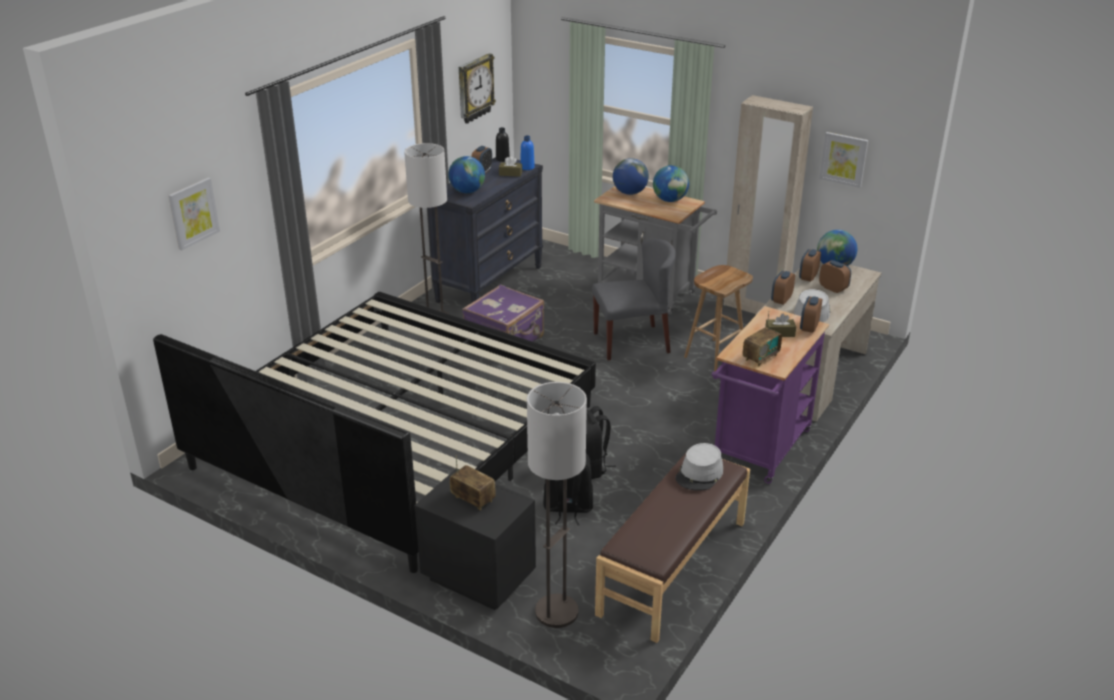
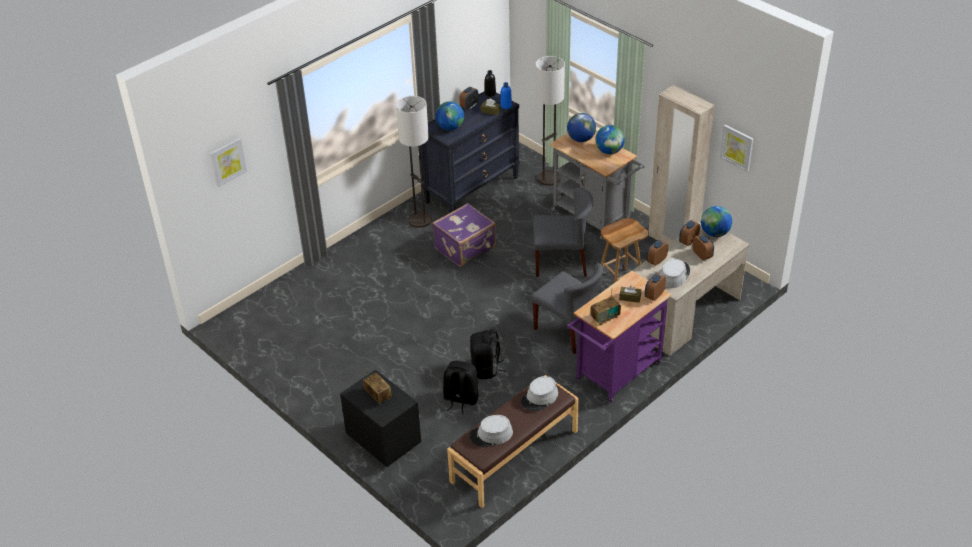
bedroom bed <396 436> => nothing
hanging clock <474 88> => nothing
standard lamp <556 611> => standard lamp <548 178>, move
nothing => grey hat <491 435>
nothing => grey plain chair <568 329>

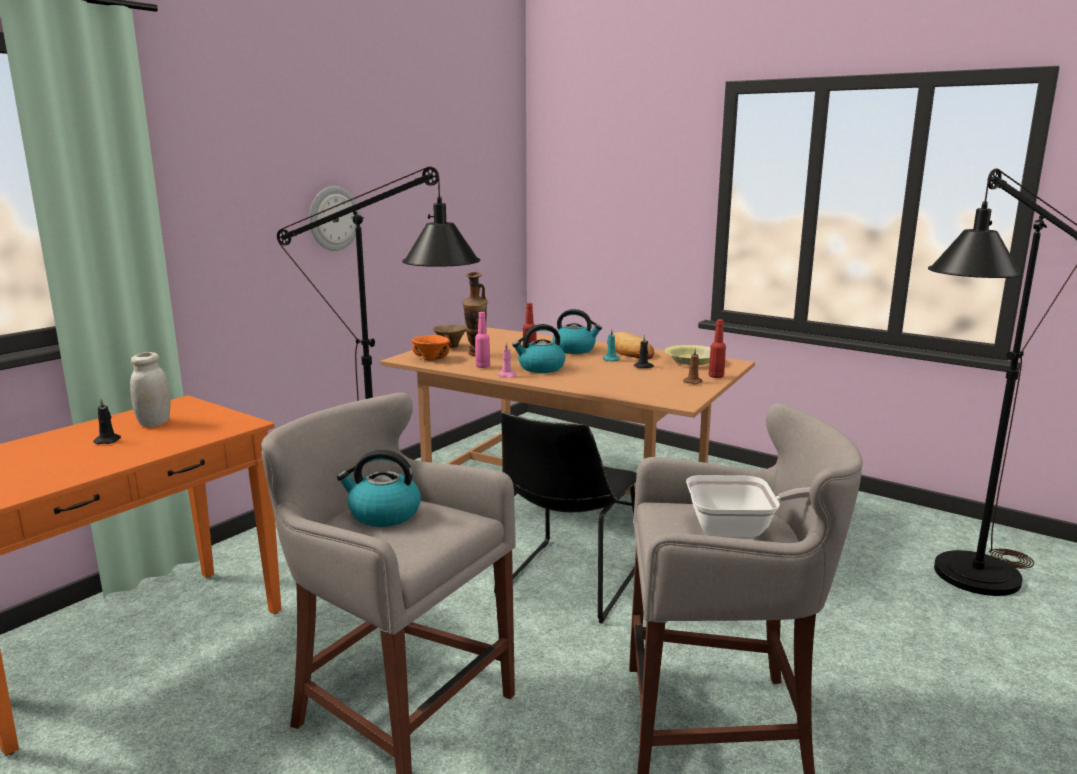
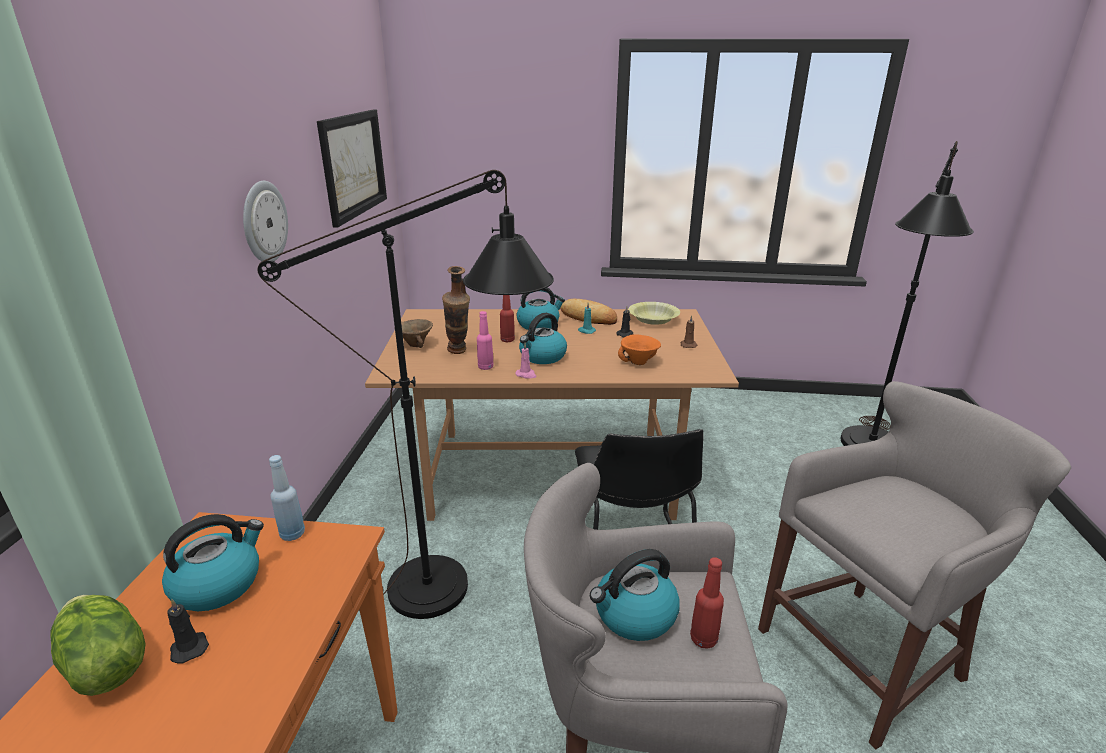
whitish preserve jar <155 423> => tea kettle <219 584>
orange bowl <430 359> => orange bowl <638 362>, move
frying pan <740 530> => nothing
red beverage bottle <716 376> => red beverage bottle <703 639>, move
nothing => lettuce <105 666>
nothing => bluish beverage bottle <292 534>
nothing => wall art <353 164>

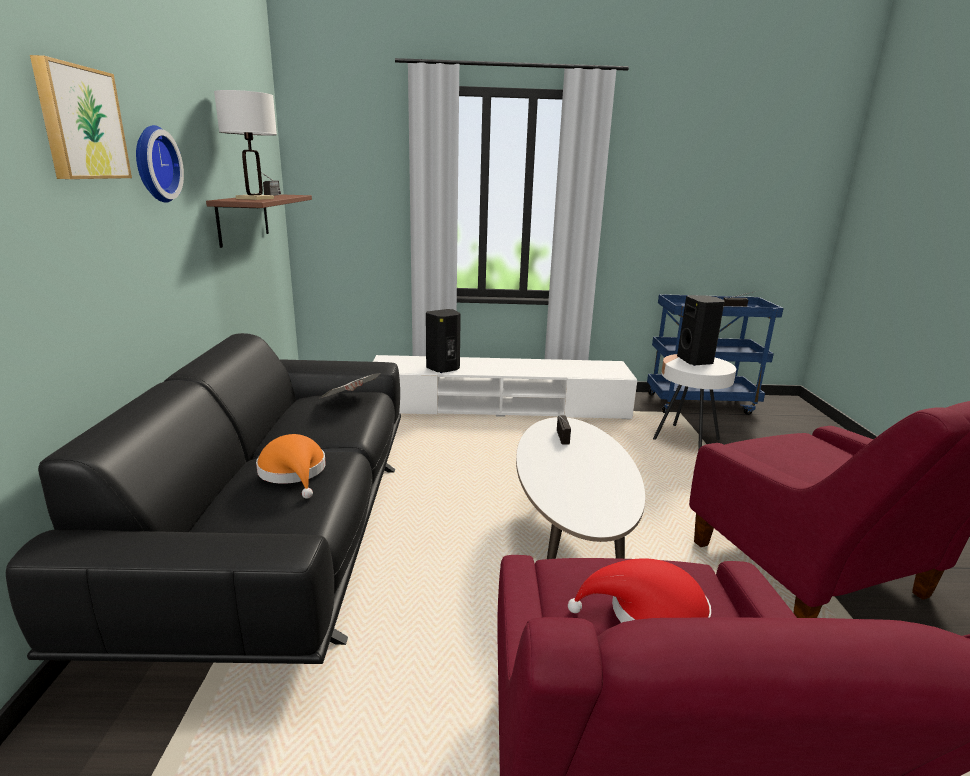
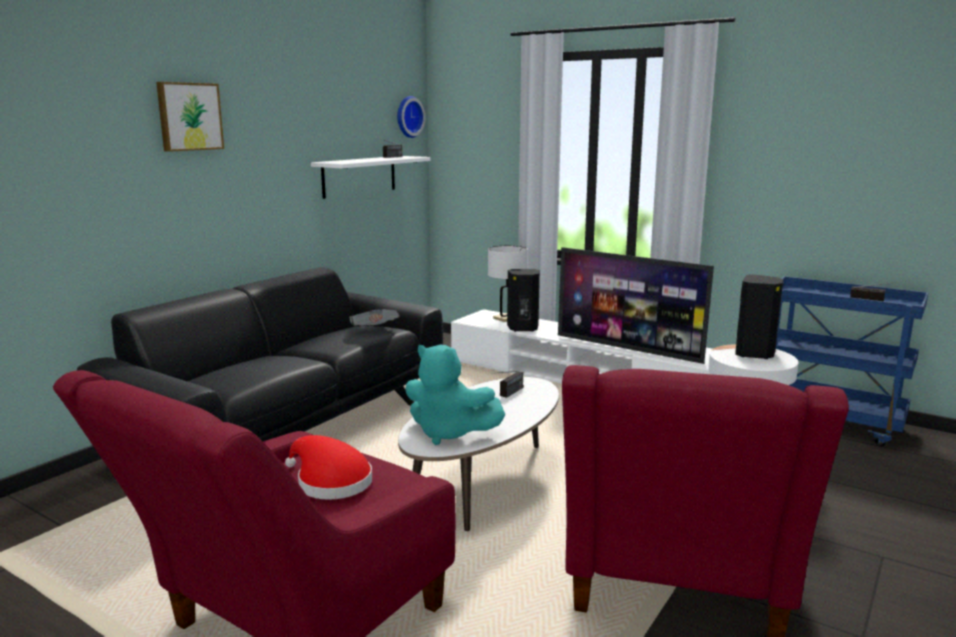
hanging clock <153 164> => hanging clock <408 117>, move
brown-coloured wall shelf <243 218> => whitish wall shelf <359 176>
whitish lamp for a table <255 198> => whitish lamp for a table <506 318>, move
orange hat <294 472> => nothing
nothing => turquoise-coloured plush toy <449 433>
nothing => TV <628 348>

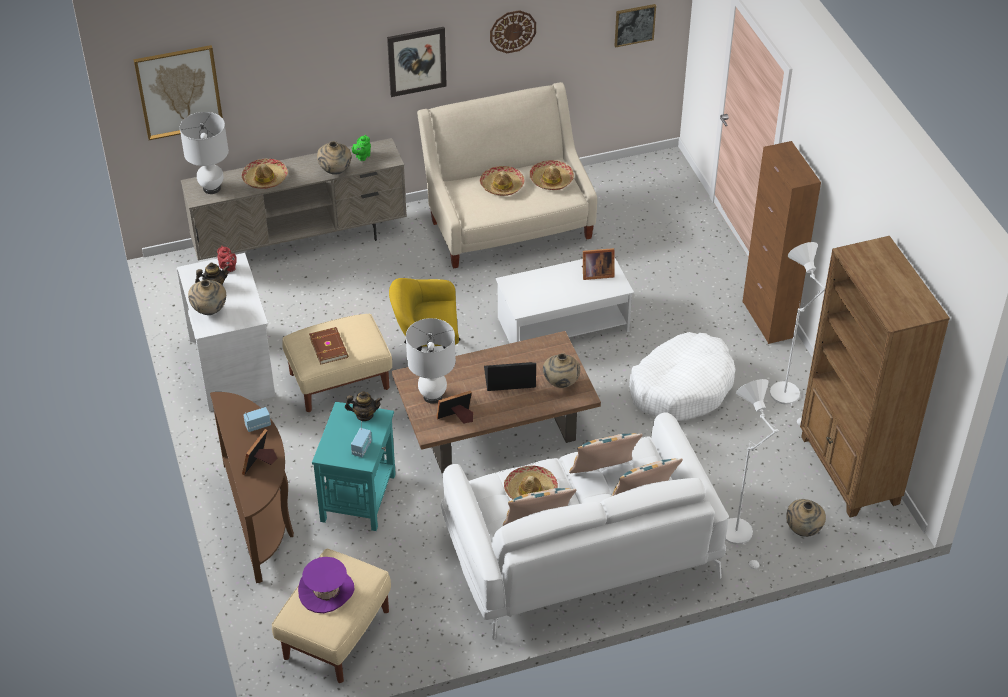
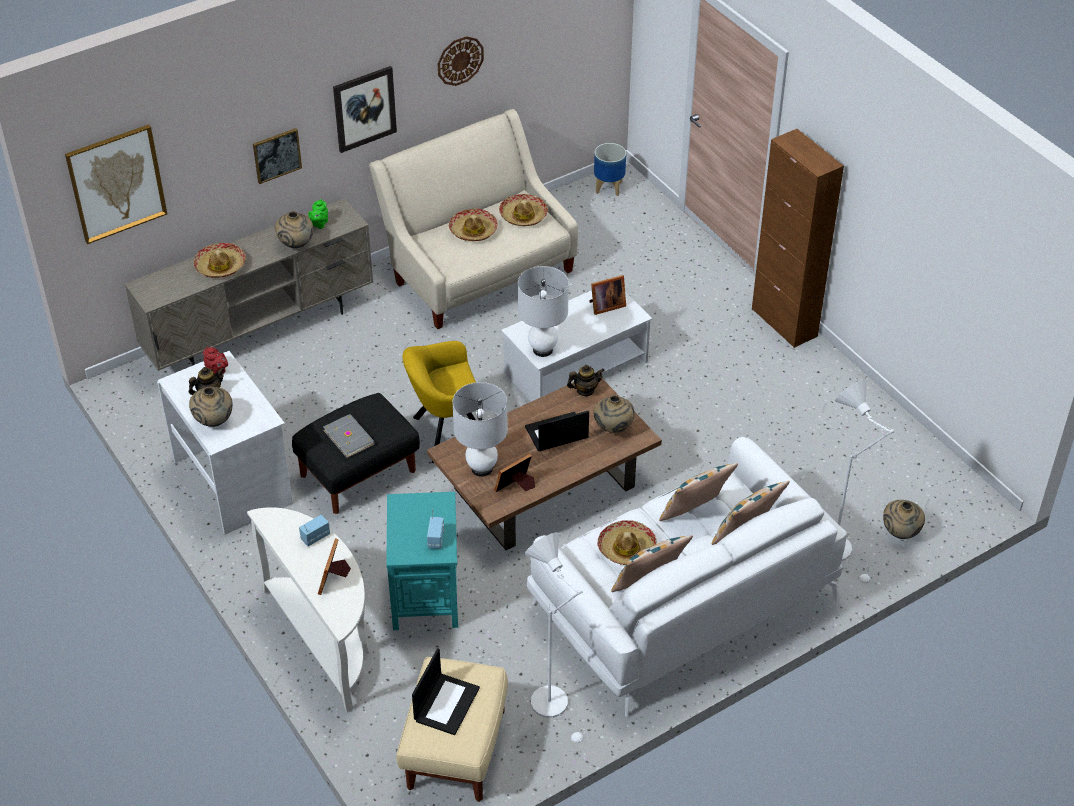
whitish lamp for a table <211 188> => whitish lamp for a table <542 350>, move
brown-coloured hall table <261 517> => whitish hall table <326 639>
beige footrest <339 382> => black-coloured footrest <357 474>
purple-coloured hat <326 591> => portable computer <446 703>
brown-coloured volume <329 347> => grey volume <349 437>
tea pot <364 415> => tea pot <585 390>, move
wall art <634 24> => wall art <276 155>, move
whitish pet bed <681 387> => nothing
whitish standard lamp <788 397> => whitish standard lamp <555 707>, move
brown-coloured bookshelf <849 471> => nothing
nothing => flower pot <609 187>

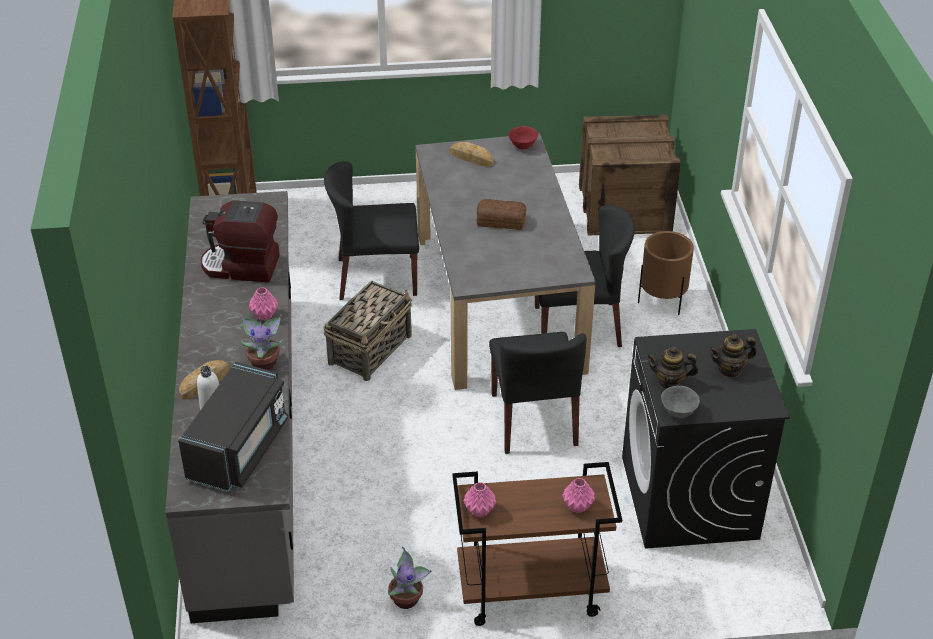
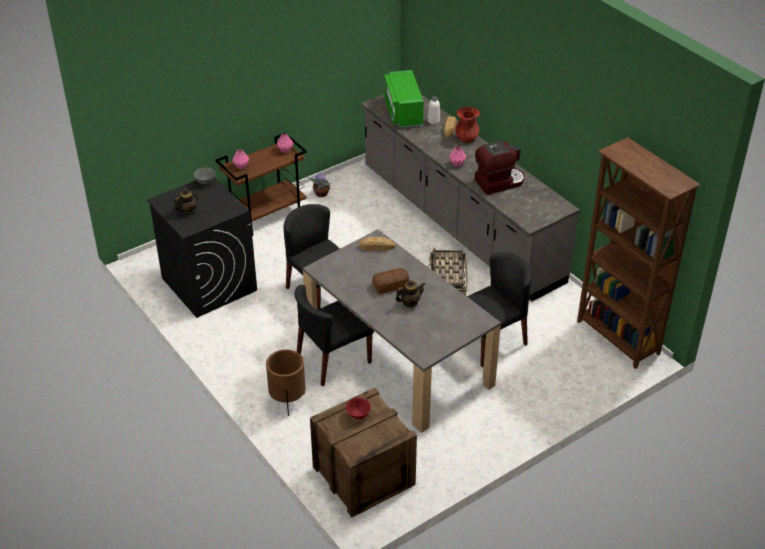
black-coloured microwave oven <239 449> => green microwave oven <403 112>
potted plant <264 362> => nothing
baked bread <471 157> => baked bread <376 247>, move
red bowl <523 146> => red bowl <358 415>, move
tea pot <669 382> => tea pot <410 302>, move
nothing => red decorative vase <466 138>

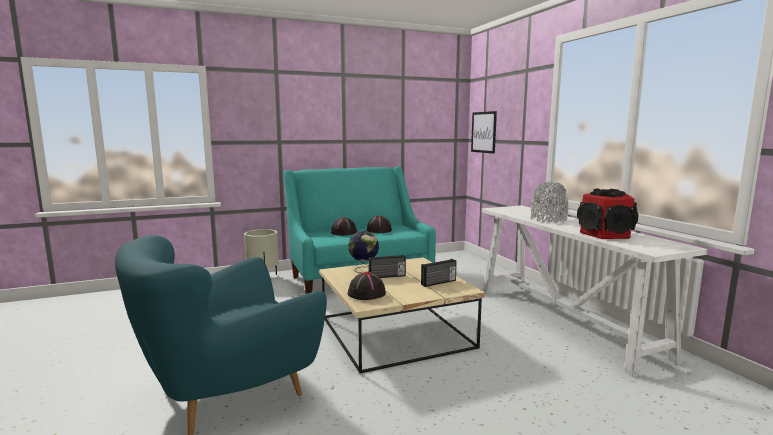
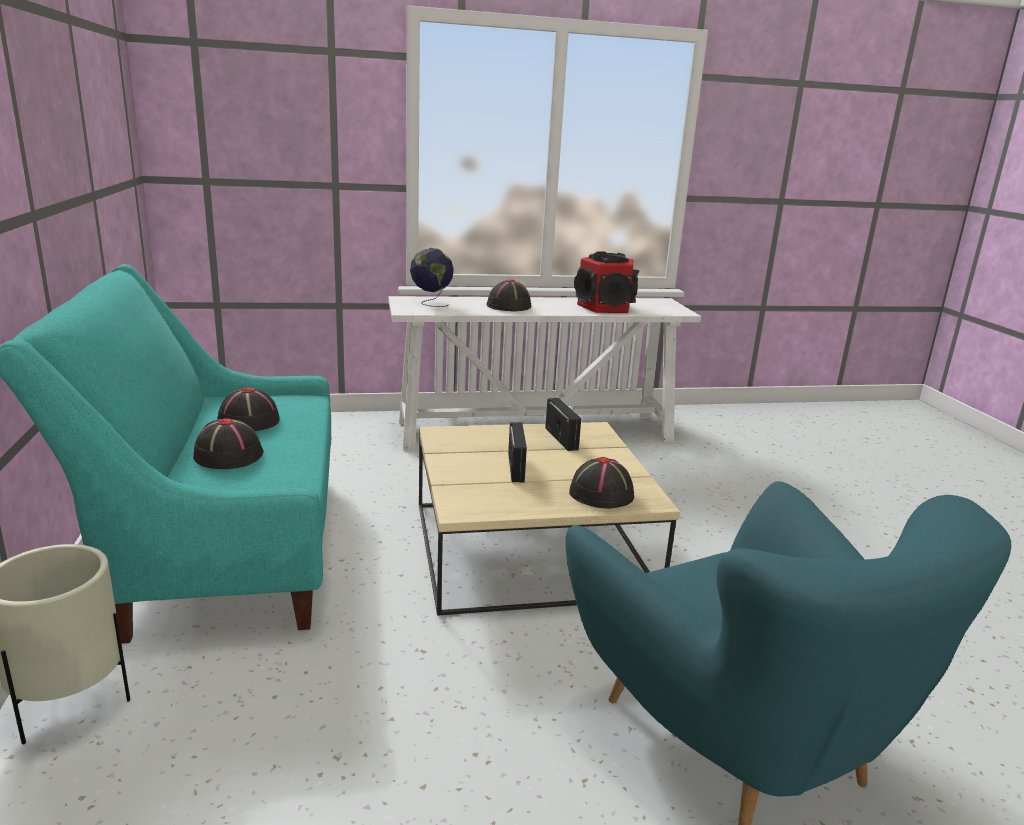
globe <363 269> => globe <431 303>, move
wall art <483 132> => nothing
grey decorative vase <548 219> => black-coloured hat <509 306>

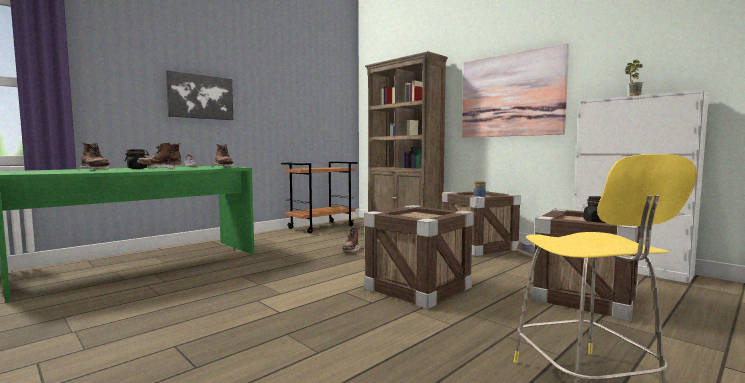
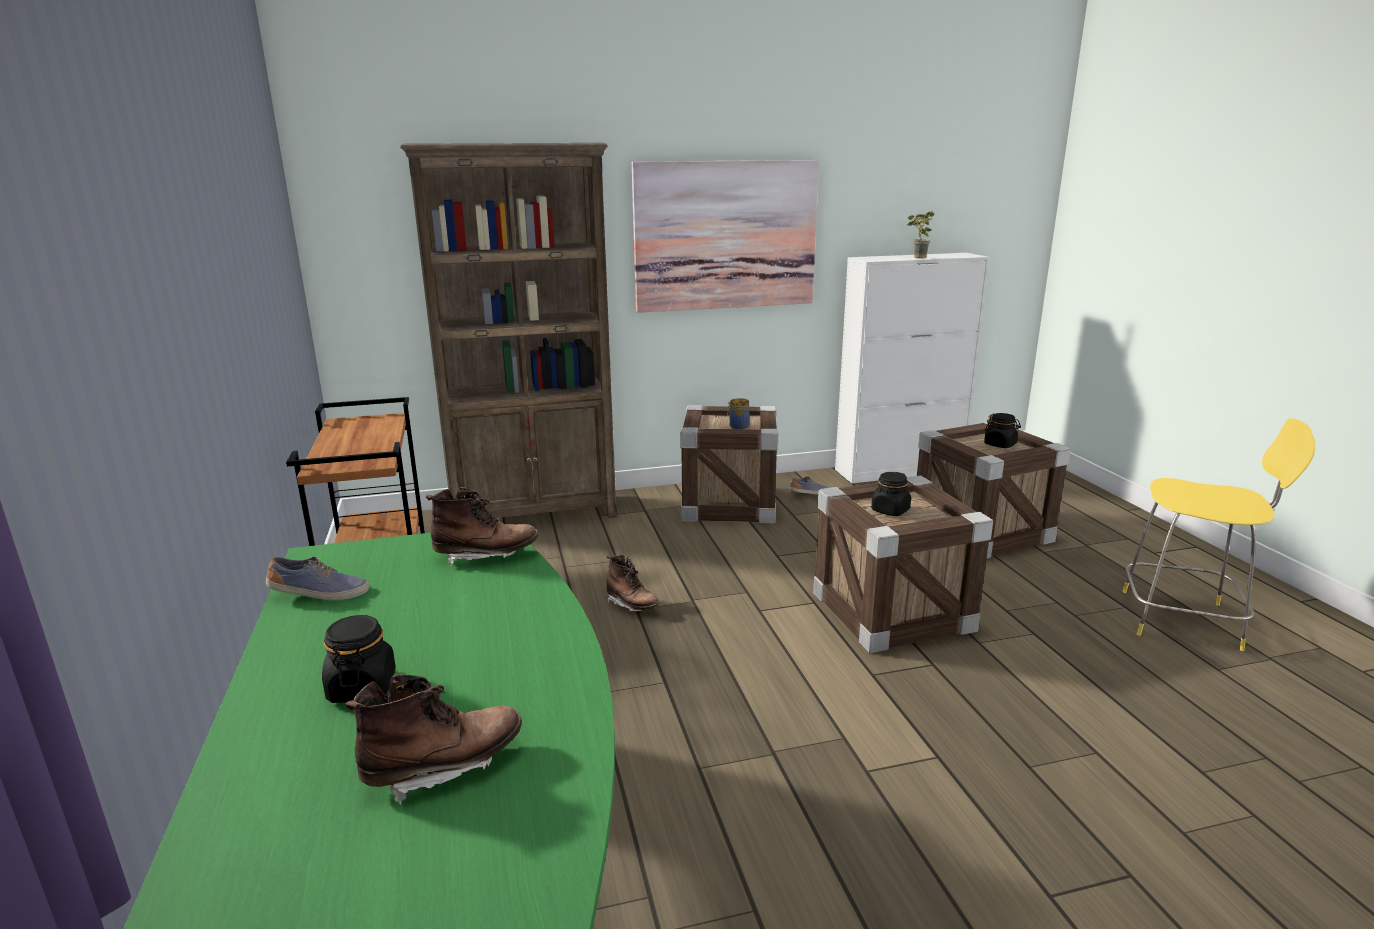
brown-coloured high-top boot <160 169> => nothing
wall art <200 97> => nothing
nothing => black-coloured preserve jar <890 510>

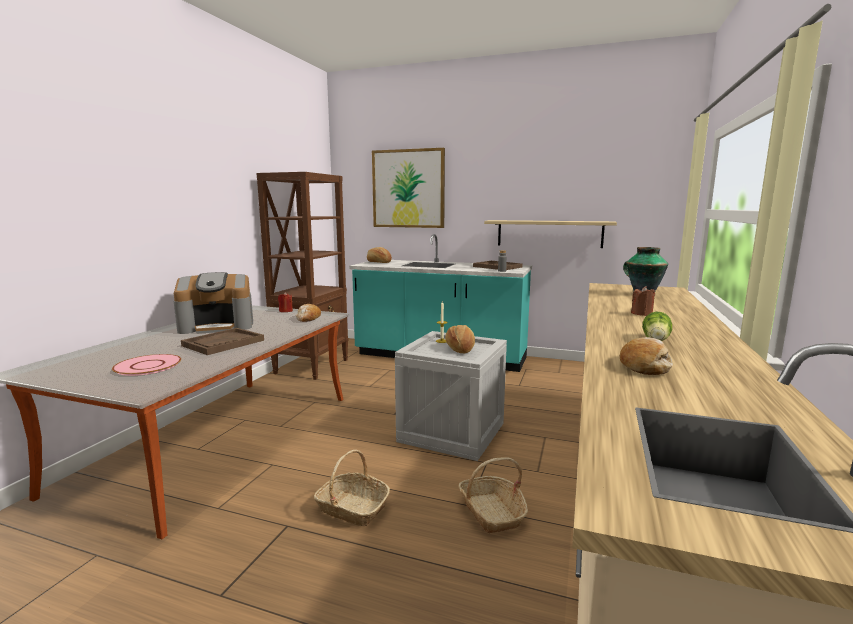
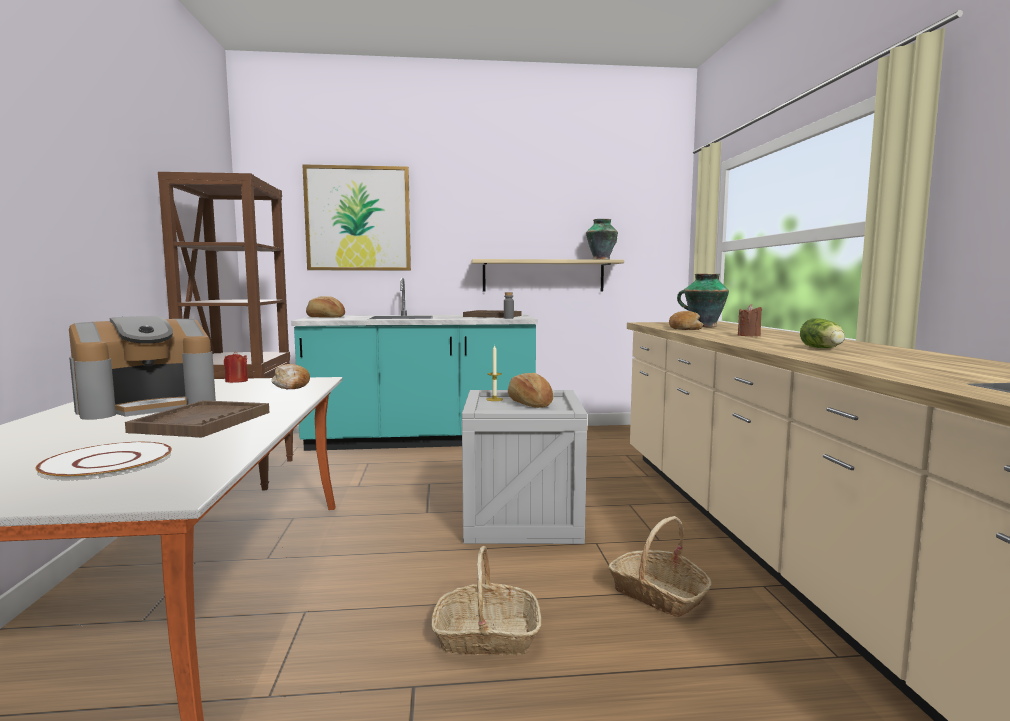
pink plate <148 366> => whitish plate <108 462>
baked bread <644 365> => baked bread <684 329>, move
nothing => decorative vase <602 259>

